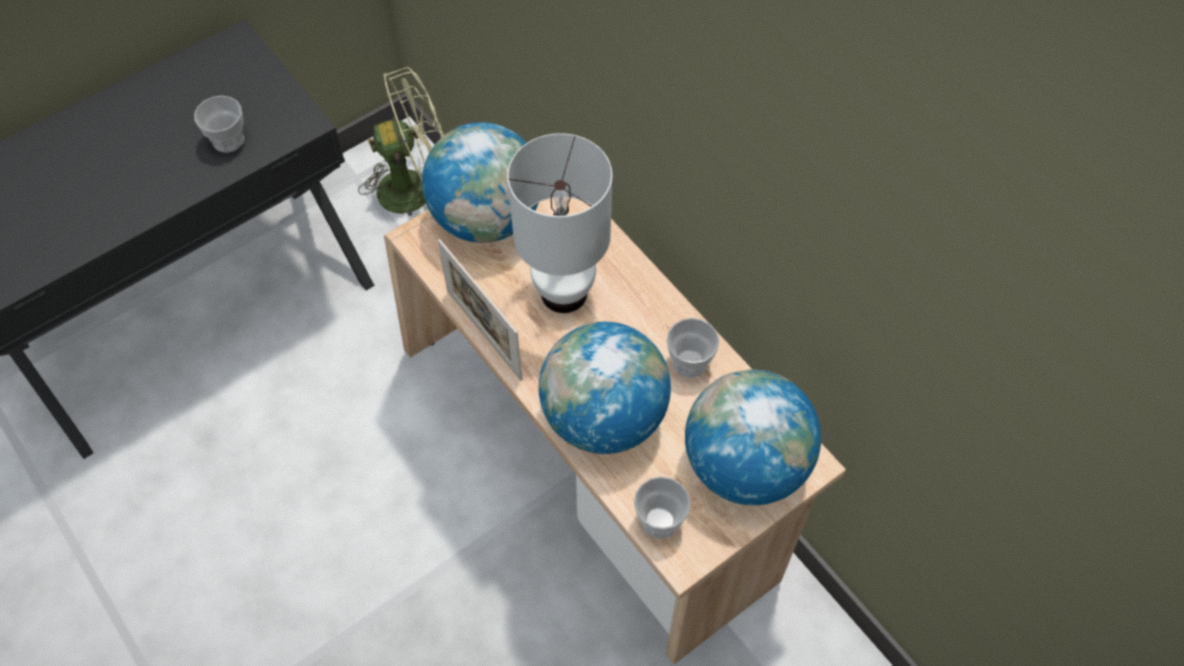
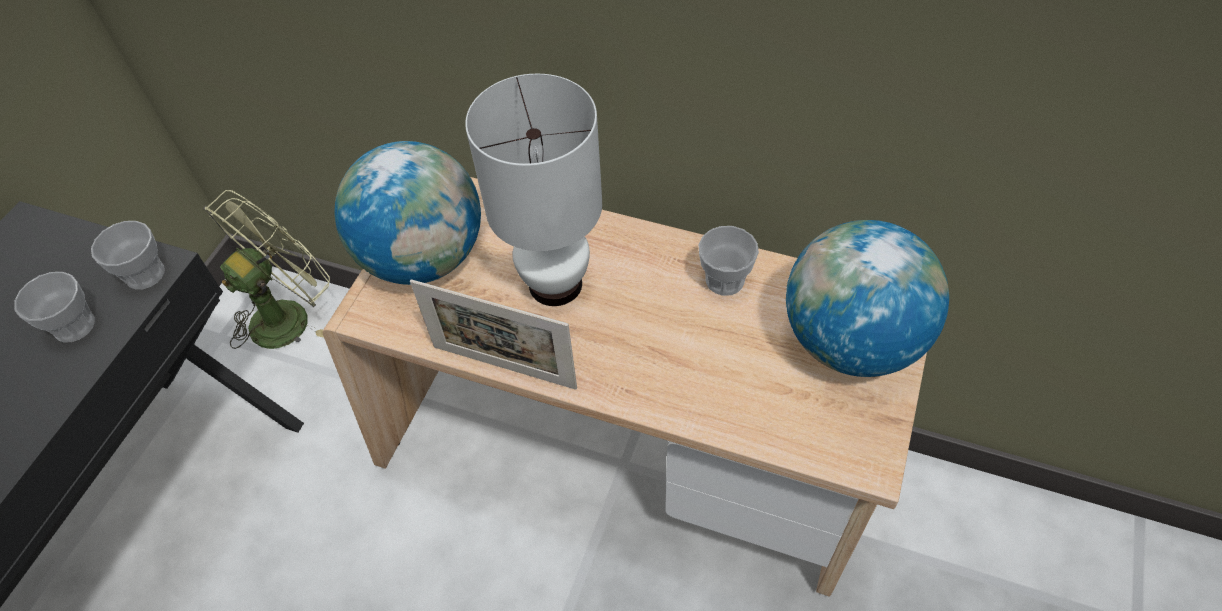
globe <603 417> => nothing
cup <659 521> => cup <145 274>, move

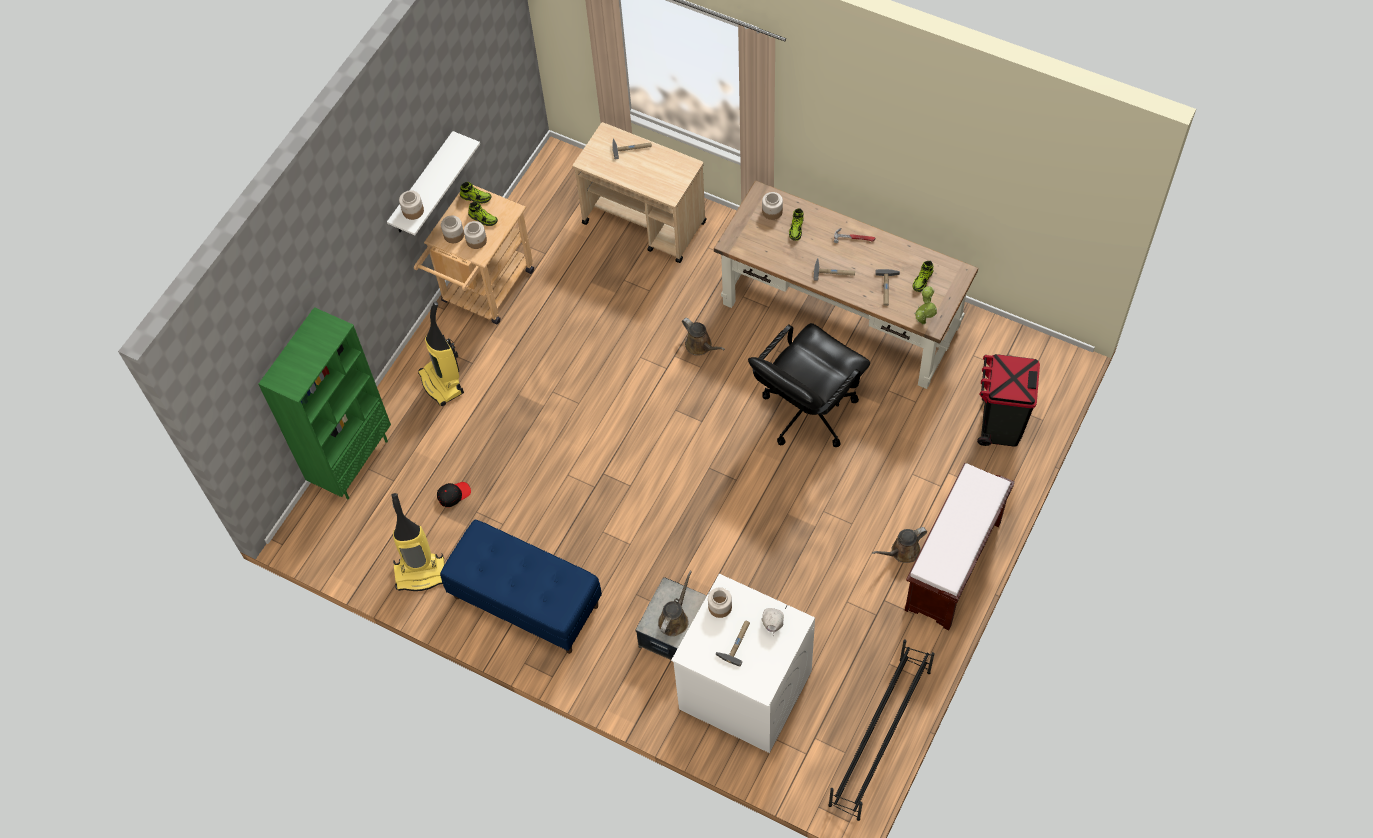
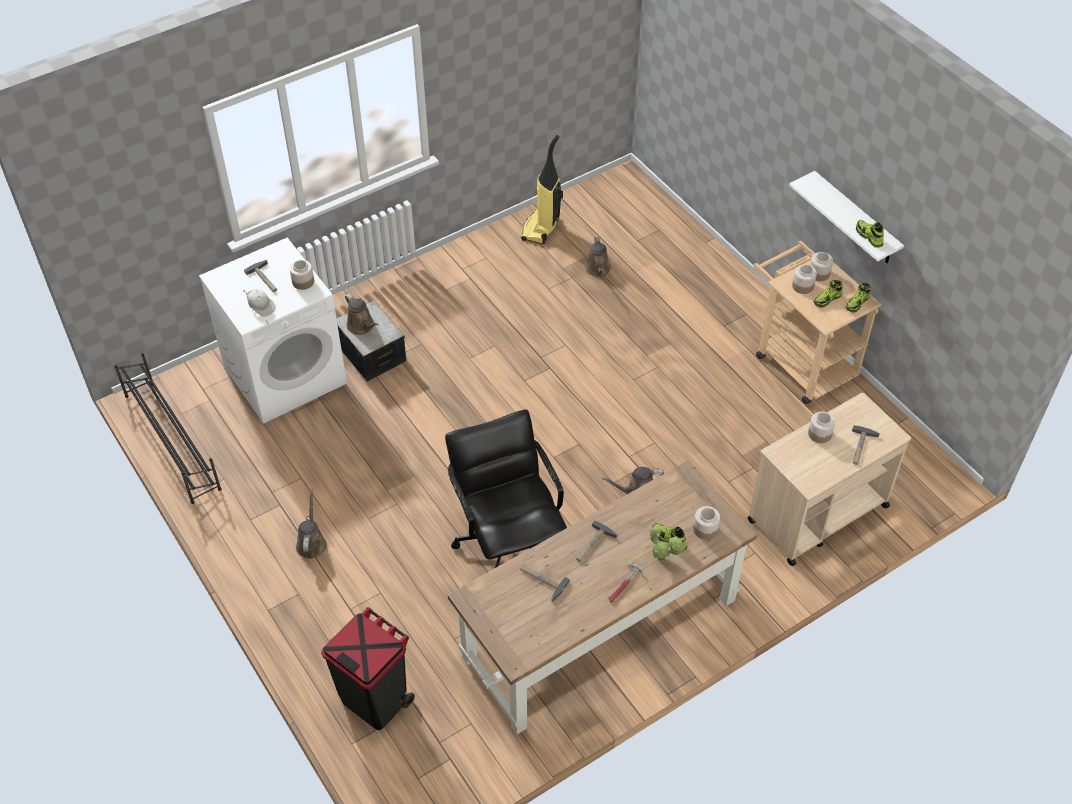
green bookshelf <352 462> => nothing
preserve jar <413 211> => preserve jar <819 434>, move
vacuum <442 383> => nothing
black-coloured peaked cap <453 495> => brown-coloured sprinkling can <598 270>
bluish long seat <525 601> => nothing
brown-coloured long seat <953 567> => nothing
shoe <922 280> => shoe <869 237>, move
potted plant <923 320> => potted plant <662 560>, move

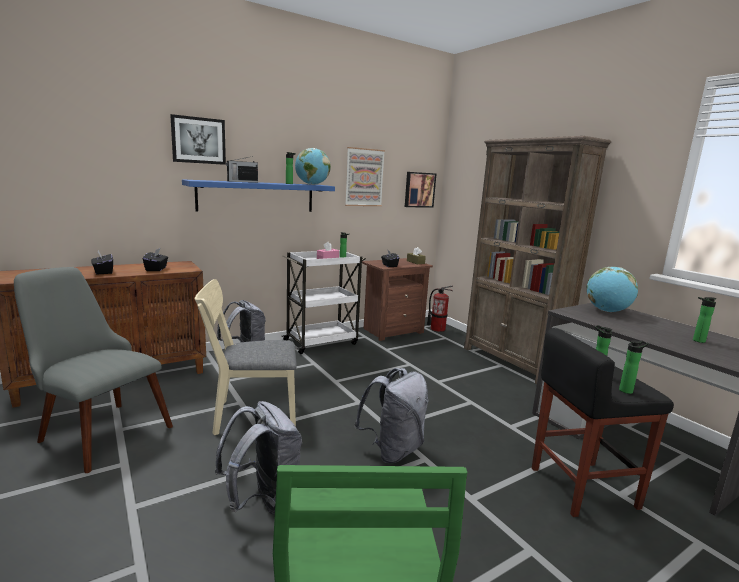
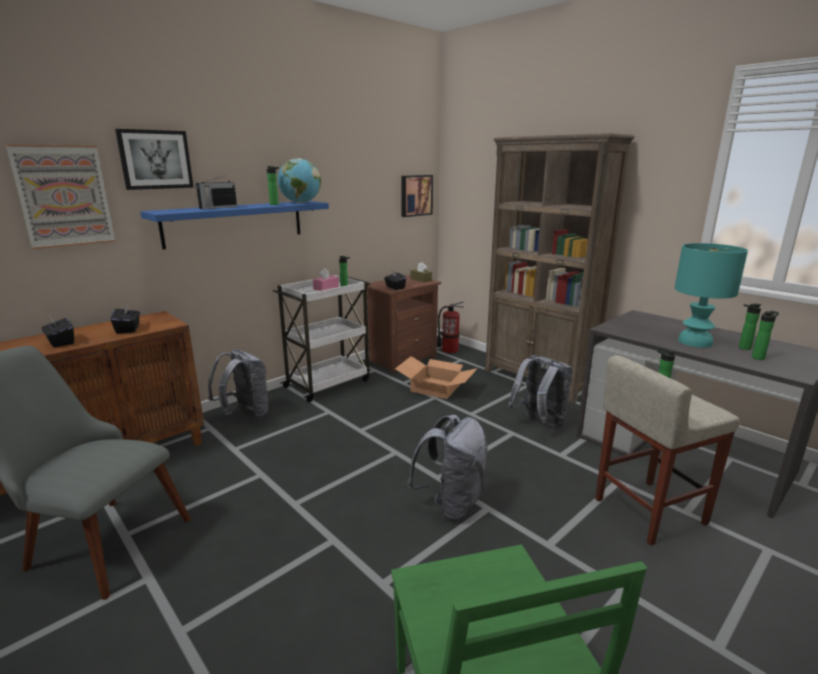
beige plain chair <248 415> => nothing
grey backpack <263 502> => grey backpack <539 423>, move
wall art <364 177> => wall art <64 196>, move
black-coloured stool seat <581 487> => beige stool seat <648 511>
globe <607 311> => nothing
beverage bottle <627 390> => beverage bottle <759 357>, move
nothing => packing box <434 388>
nothing => turquoise-coloured lamp for a table <694 342>

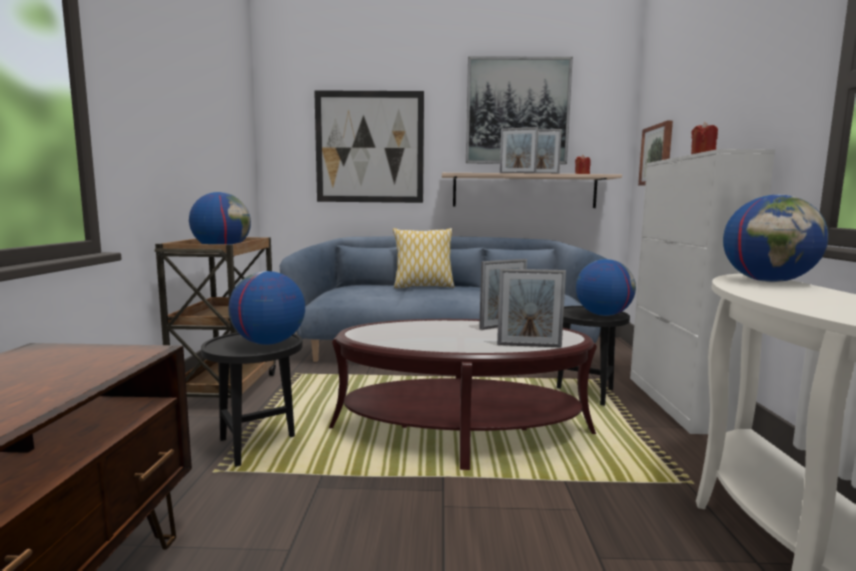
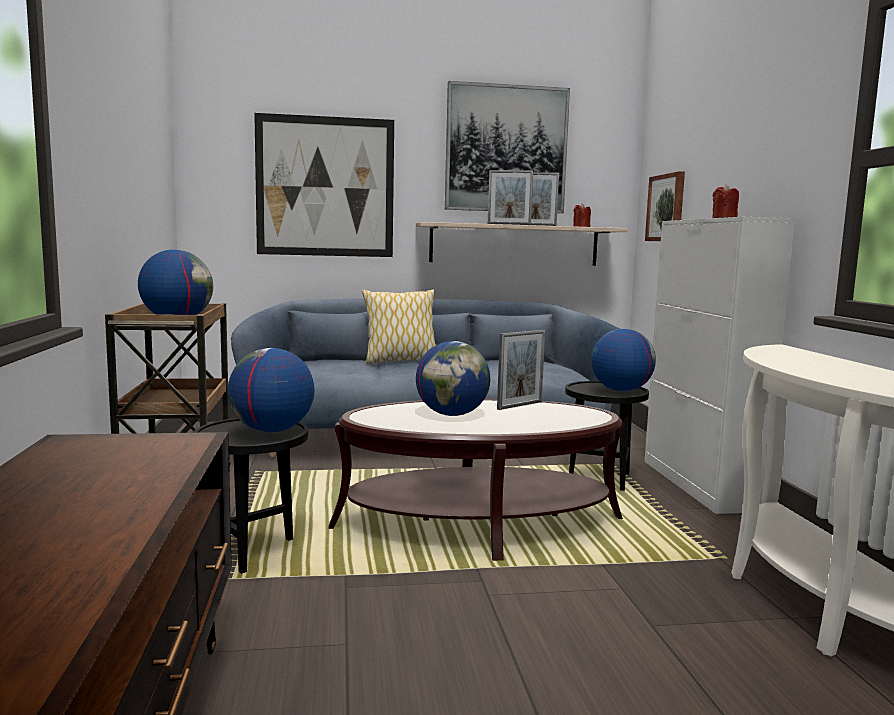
picture frame <529 345> => nothing
globe <768 281> => globe <452 414>, move

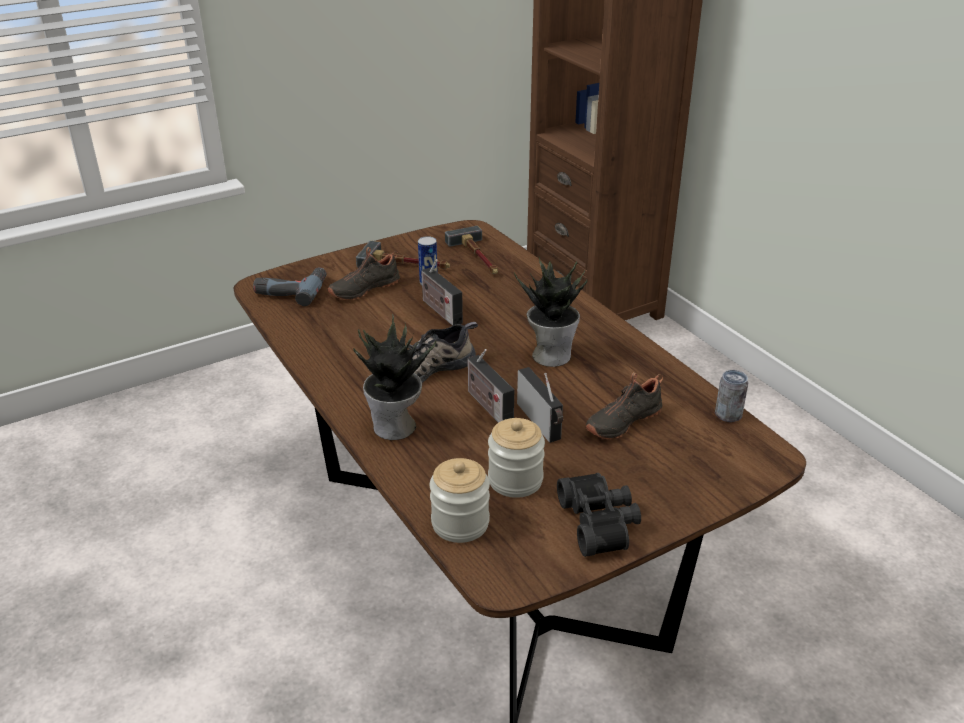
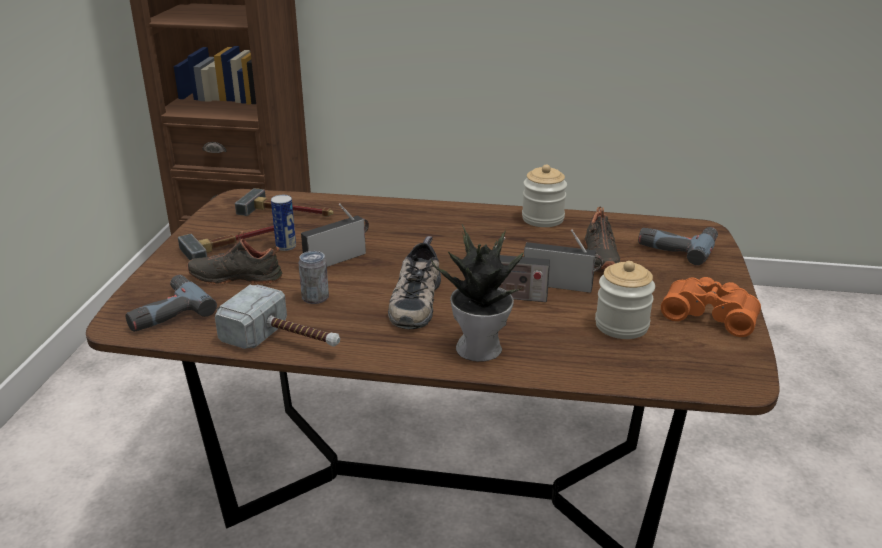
black-coloured shoe <363 288> => black-coloured shoe <236 277>, 90 degrees clockwise
radio receiver <439 310> => radio receiver <338 259>, 135 degrees clockwise
preserve jar <460 523> => preserve jar <542 219>, move
potted plant <551 355> => nothing
black-coloured pair of binoculars <600 522> => orange pair of binoculars <710 314>
can <728 415> => can <315 298>, move
nothing => hand hammer <285 341>
nothing => electric drill <677 246>

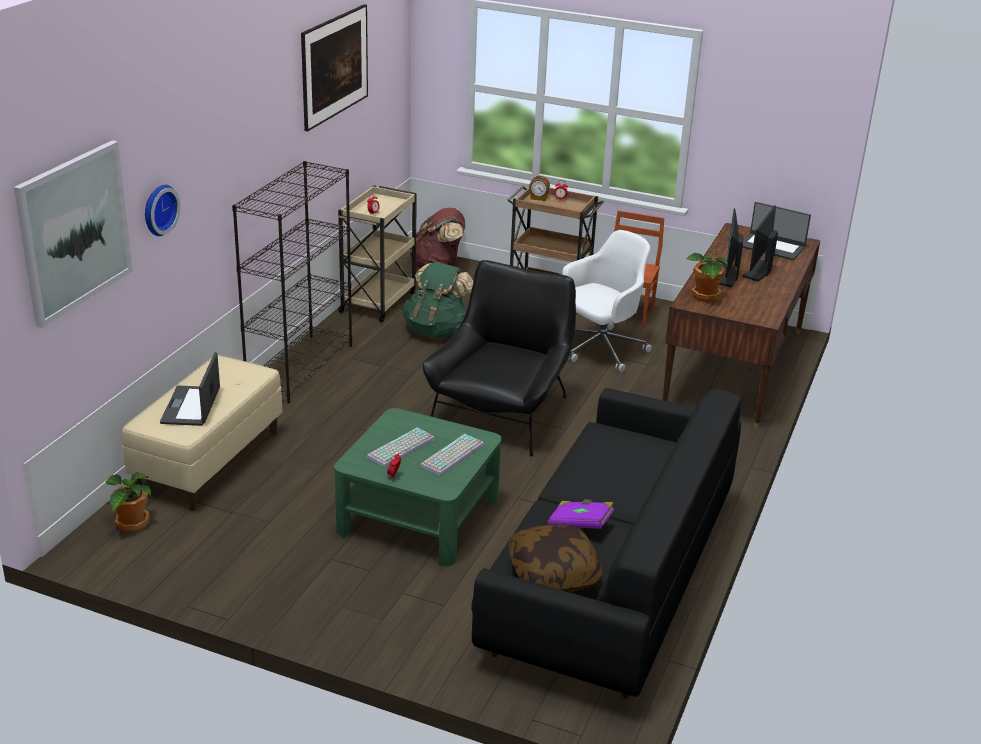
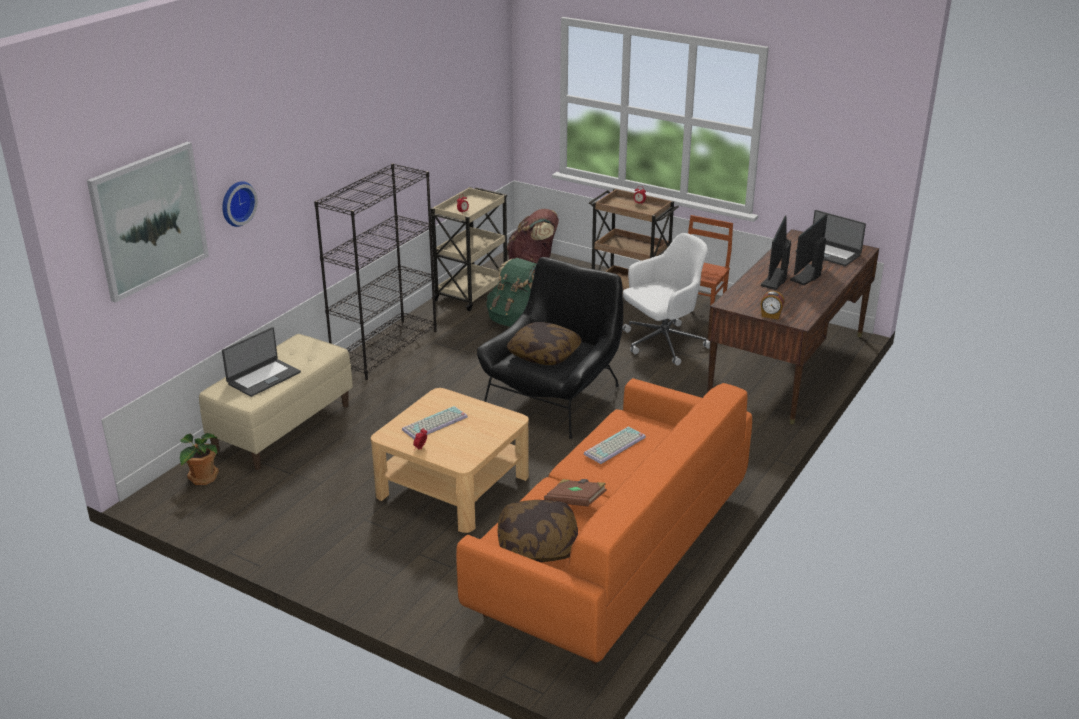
portable computer <192 406> => portable computer <263 378>, 150 degrees counterclockwise
wall art <335 89> => nothing
green low table <419 516> => beige low table <453 486>
computer keyboard <453 456> => computer keyboard <615 446>, move
black-coloured settee <608 578> => orange settee <610 553>
alarm clock <538 198> => alarm clock <771 316>, move
purple-coloured volume <580 525> => brown-coloured volume <575 502>
potted plant <705 296> => nothing
nothing => cushion <544 354>

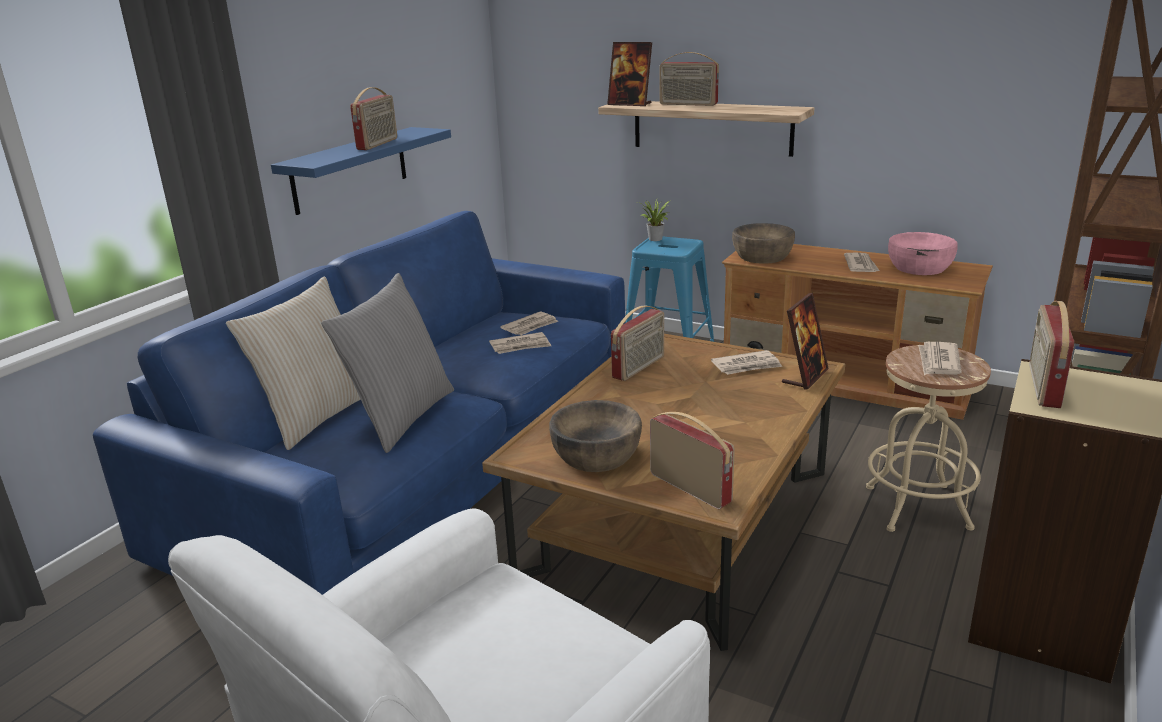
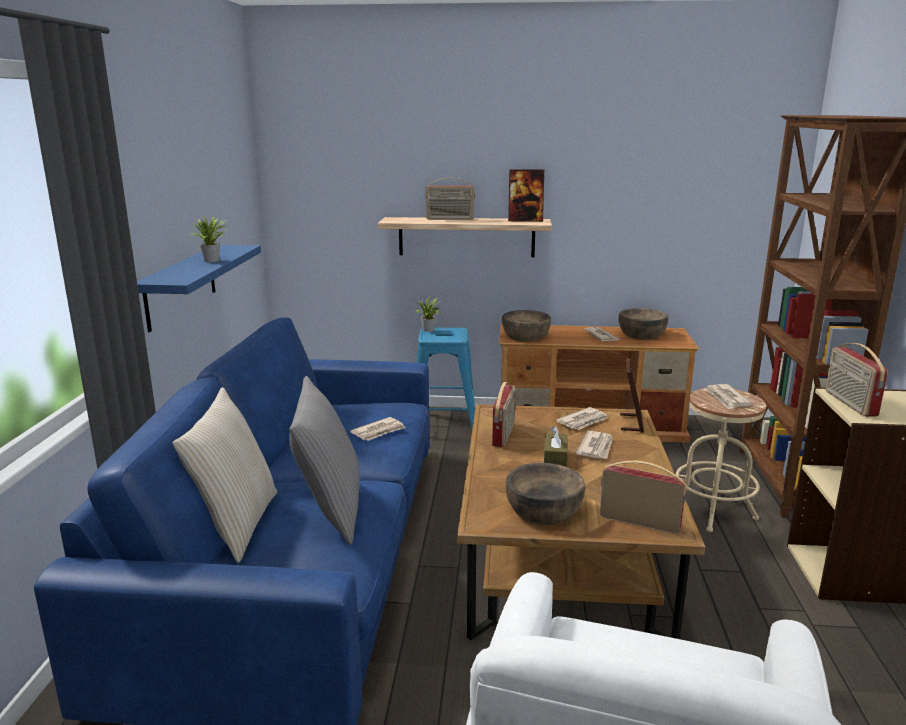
radio receiver <378 144> => potted plant <213 260>
daily paper <530 326> => daily paper <596 447>, move
picture frame <630 104> => picture frame <525 220>, move
pink bowl <920 267> => brown-coloured bowl <642 334>
nothing => brown-coloured tissue holder <555 458>

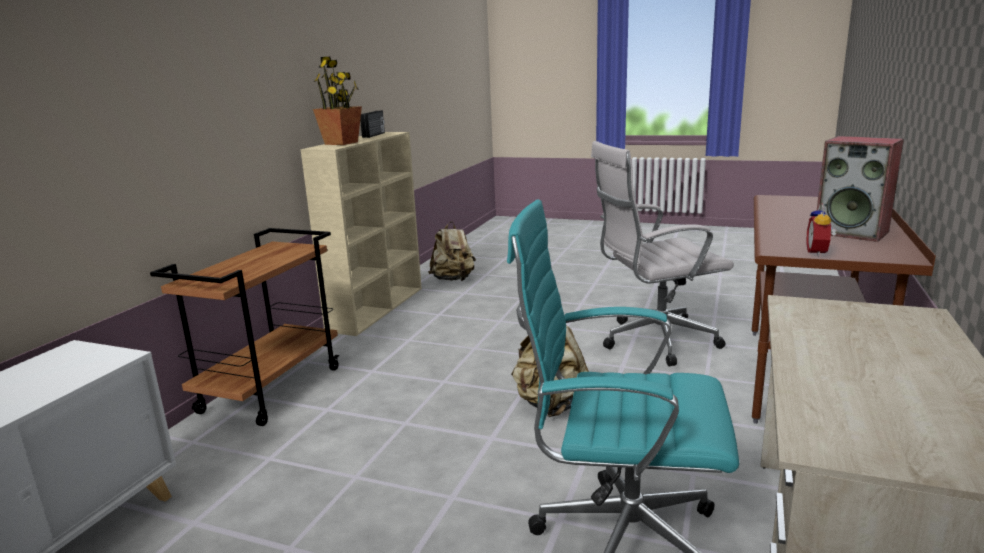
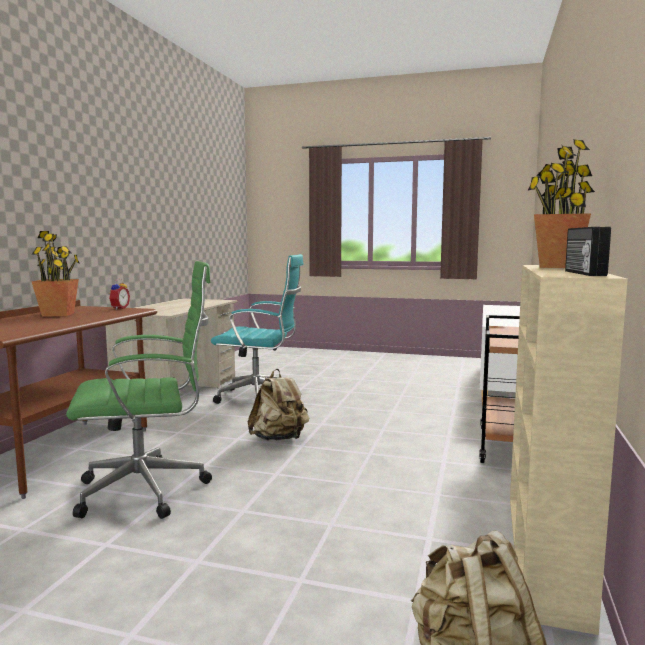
whitish desk chair <654 341> => green desk chair <149 490>
audio speaker <852 232> => potted plant <58 314>

